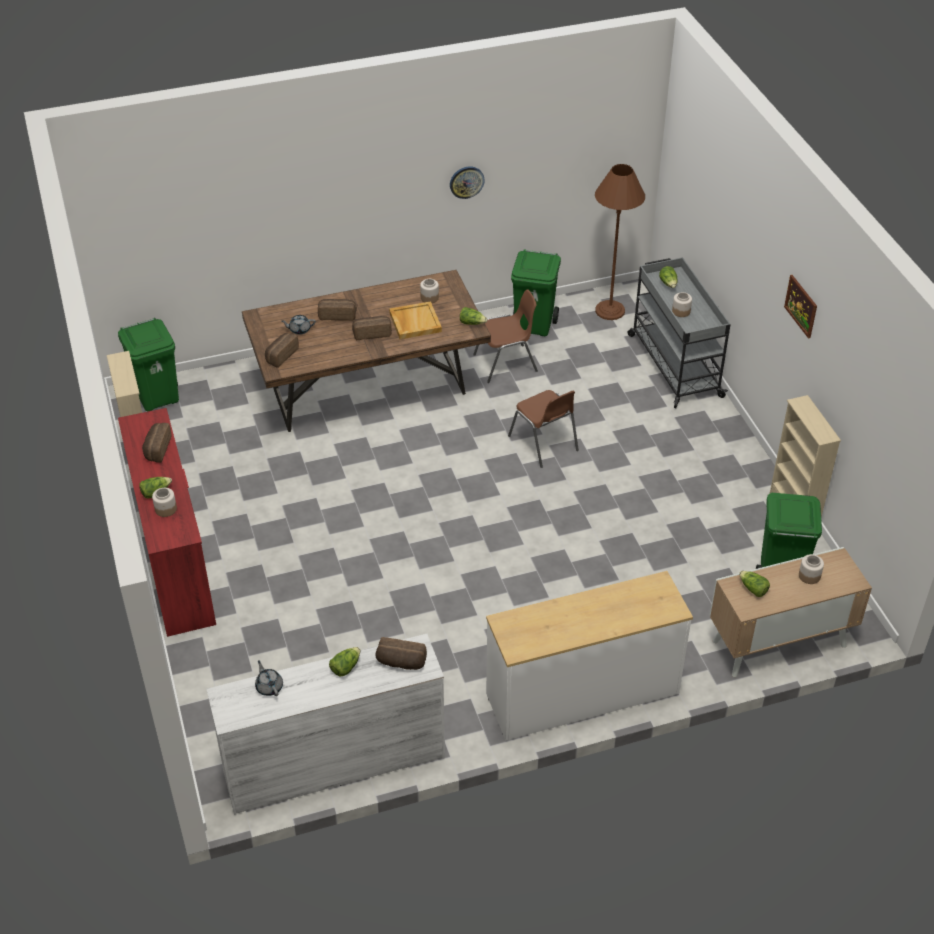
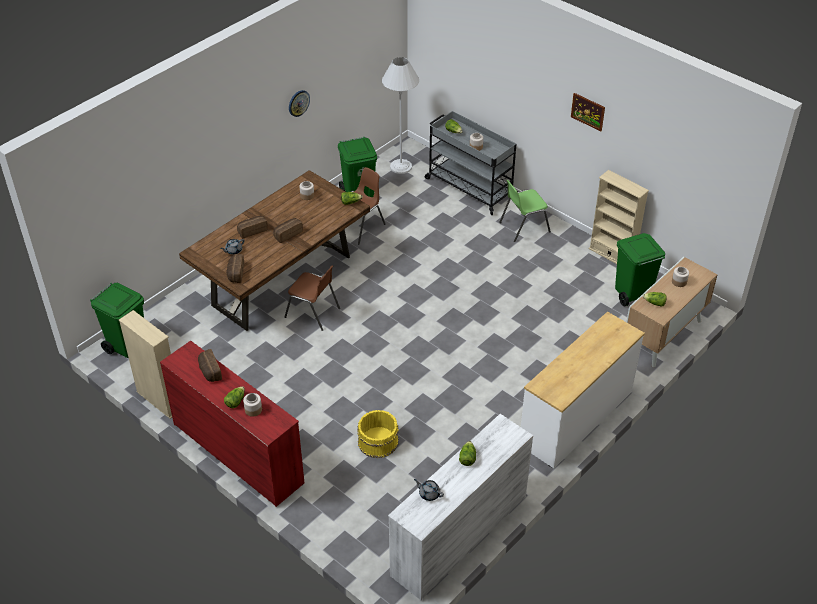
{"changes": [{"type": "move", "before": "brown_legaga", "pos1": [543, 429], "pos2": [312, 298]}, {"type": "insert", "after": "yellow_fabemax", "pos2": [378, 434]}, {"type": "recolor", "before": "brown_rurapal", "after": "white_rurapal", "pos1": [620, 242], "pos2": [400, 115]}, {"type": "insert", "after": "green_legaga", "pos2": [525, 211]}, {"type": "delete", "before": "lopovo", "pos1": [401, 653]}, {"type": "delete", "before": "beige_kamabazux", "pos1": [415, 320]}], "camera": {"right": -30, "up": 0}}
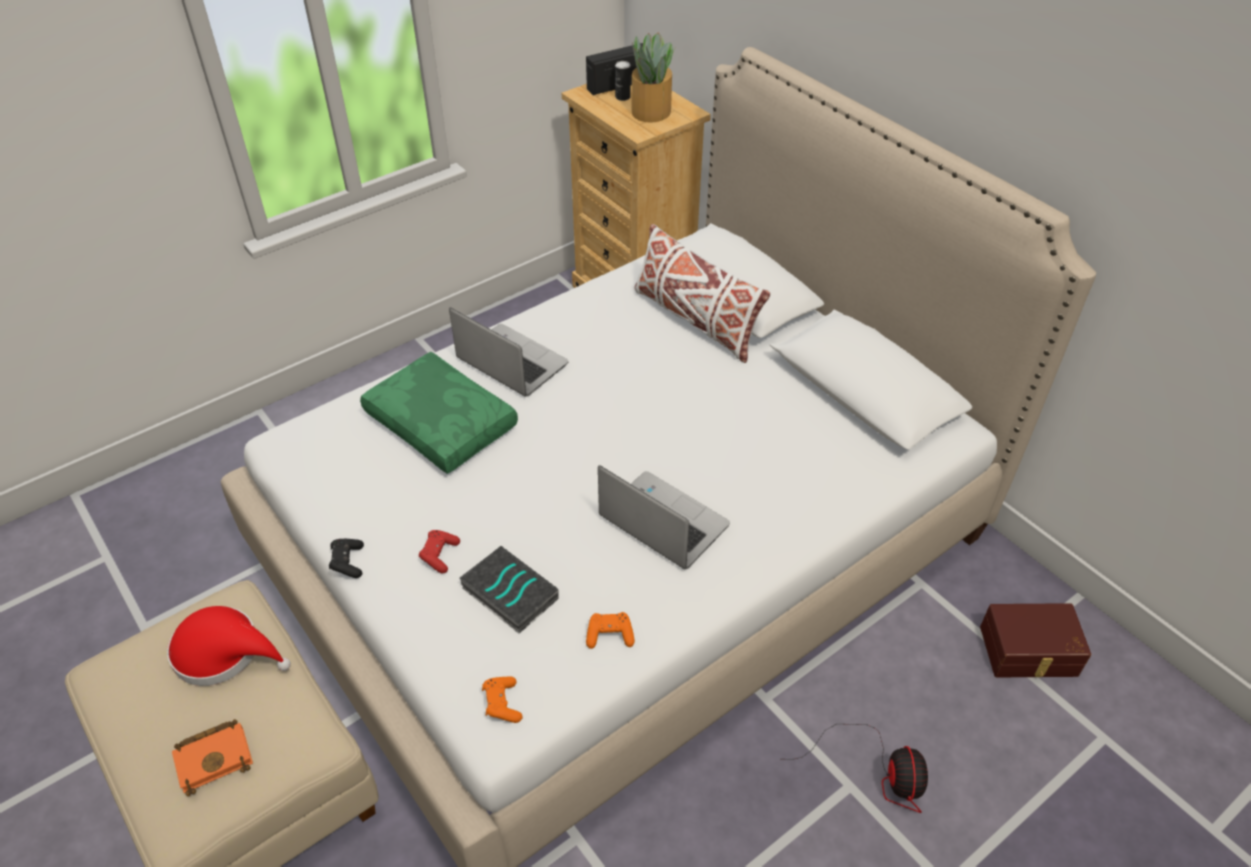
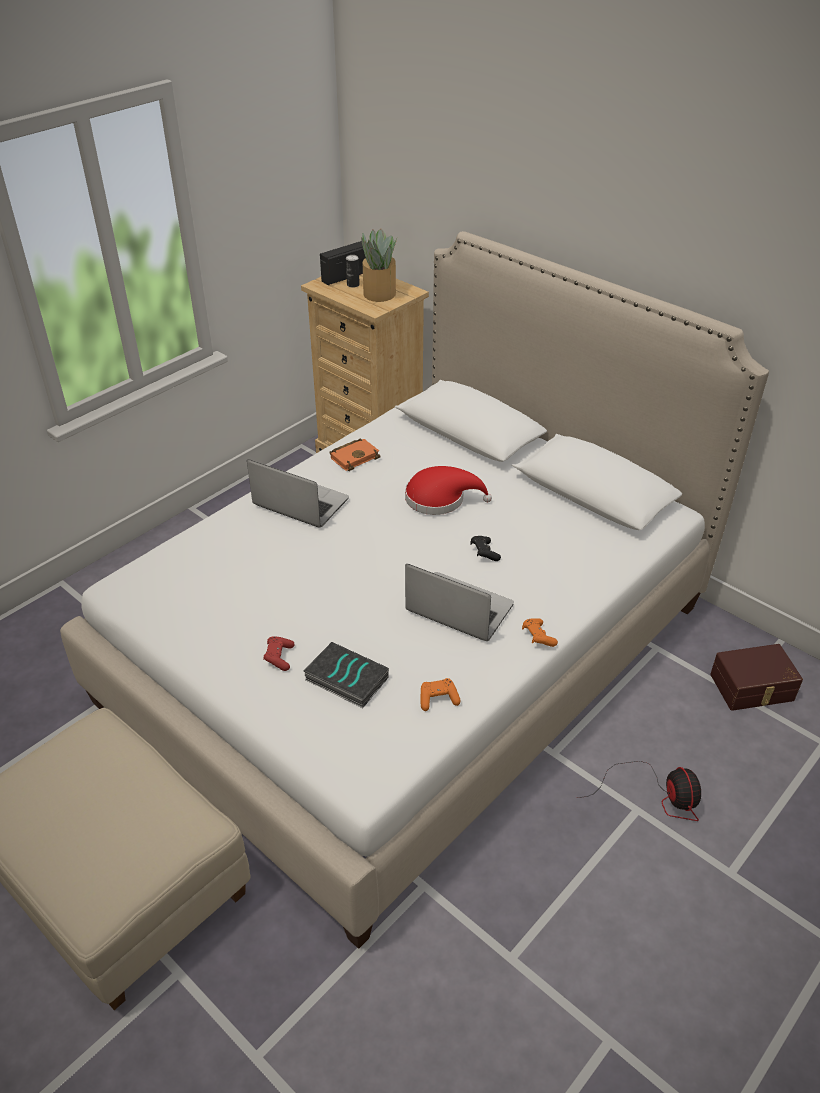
{"changes": [{"type": "move", "before": "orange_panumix", "pos1": [212, 757], "pos2": [355, 454]}, {"type": "move", "before": "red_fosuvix", "pos1": [229, 646], "pos2": [448, 490]}, {"type": "move", "before": "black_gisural", "pos1": [346, 558], "pos2": [485, 548]}, {"type": "move", "before": "orange_gisural", "pos1": [502, 700], "pos2": [540, 632]}, {"type": "delete", "before": "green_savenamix", "pos1": [439, 413]}, {"type": "delete", "before": "white_savenamix", "pos1": [703, 293]}], "camera": {"right": -10, "up": -5}}
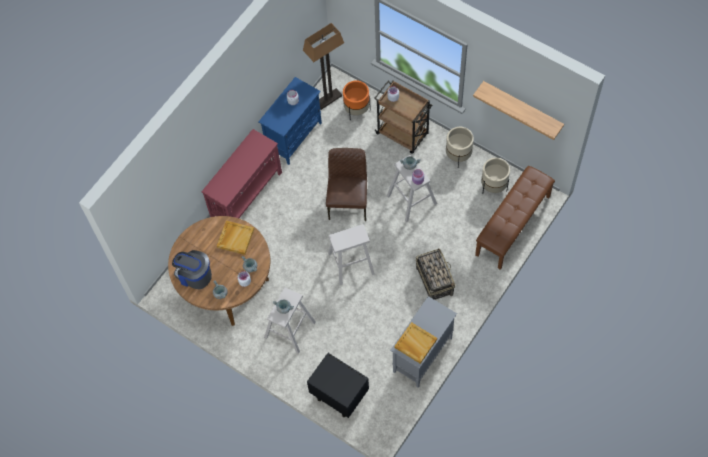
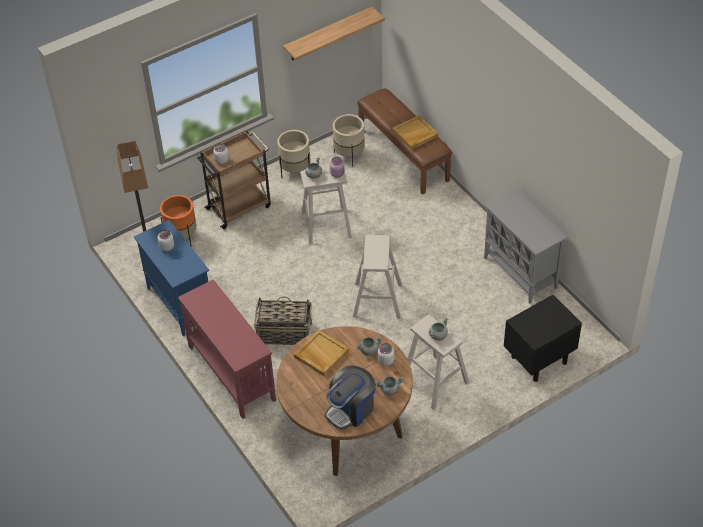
{"changes": [{"type": "move", "before": "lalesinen", "pos1": [436, 274], "pos2": [283, 320]}, {"type": "move", "before": "beige_kamabazux", "pos1": [415, 343], "pos2": [415, 132]}, {"type": "delete", "before": "brown_legaga", "pos1": [346, 184]}], "camera": {"right": -70, "up": -15}}
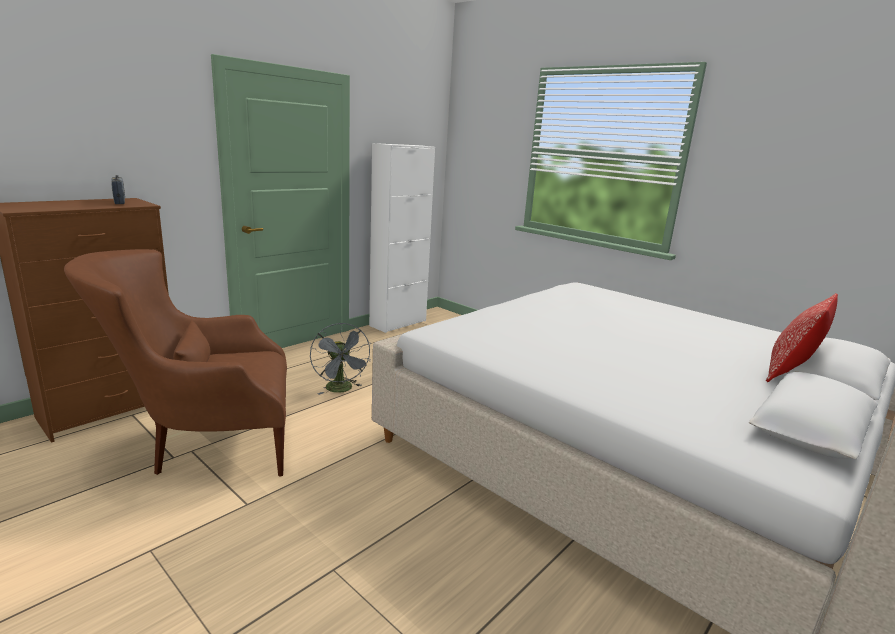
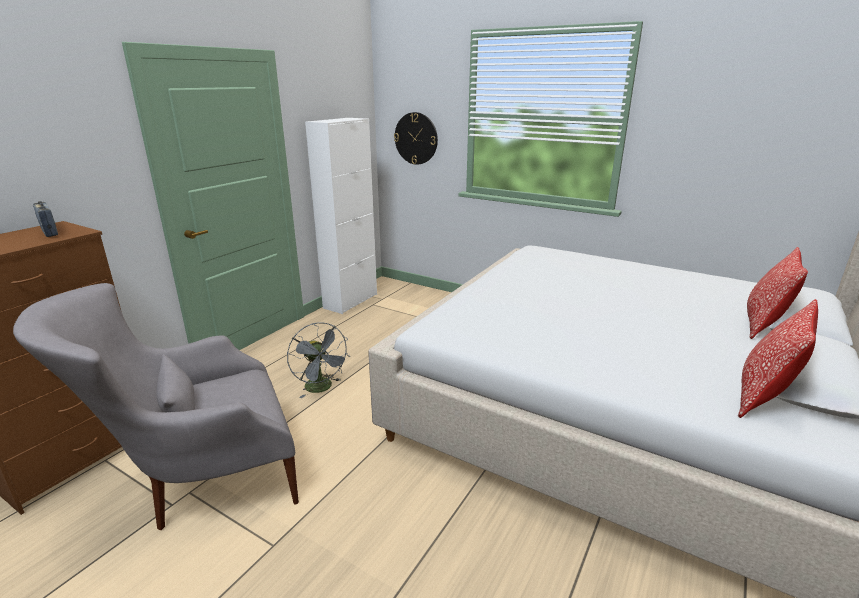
{"changes": [{"type": "recolor", "before": "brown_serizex", "after": "grey_serizex", "pos1": [175, 363], "pos2": [156, 406]}, {"type": "insert", "after": "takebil", "pos2": [416, 138]}, {"type": "insert", "after": "savenamix", "pos2": [778, 358]}], "camera": {"right": -10, "up": 5}}
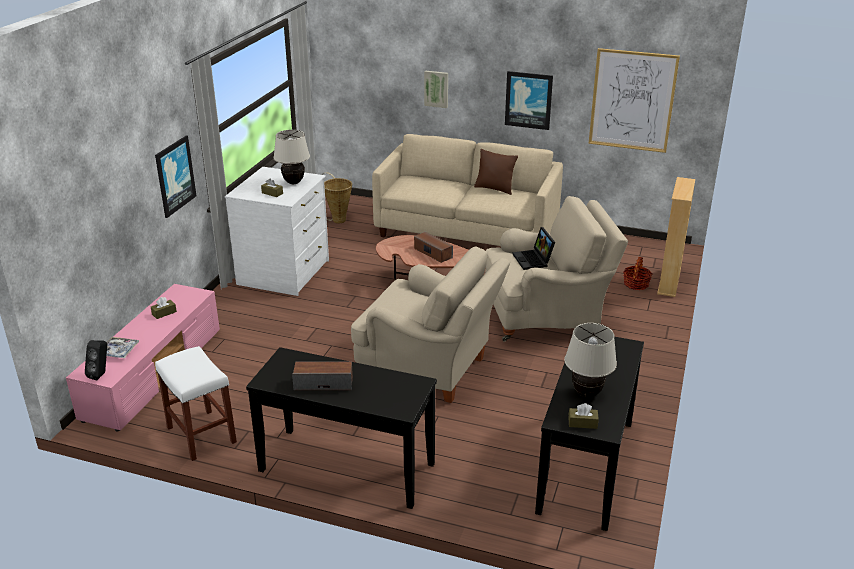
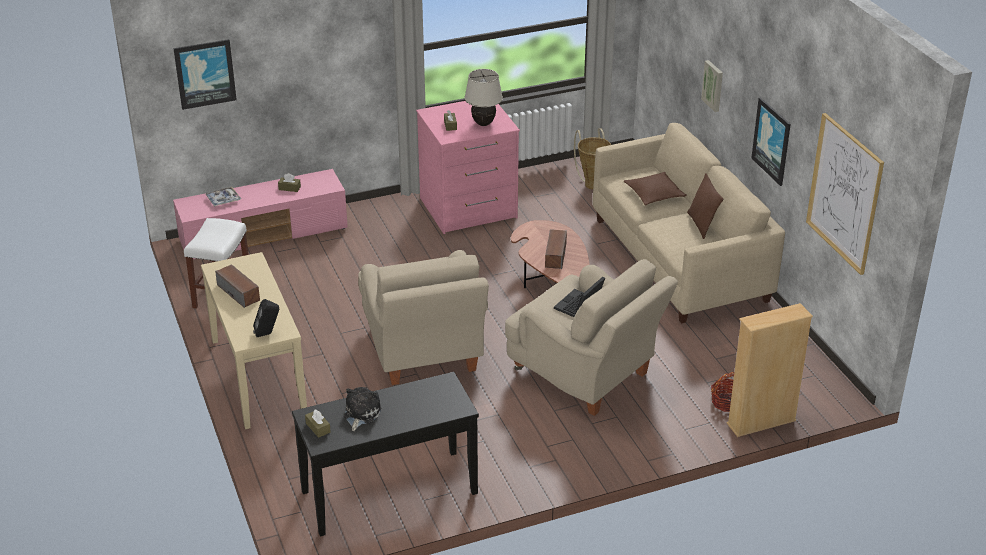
{"changes": [{"type": "move", "before": "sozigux", "pos1": [175, 176], "pos2": [205, 74]}, {"type": "recolor", "before": "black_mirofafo", "after": "beige_mirofafo", "pos1": [341, 428], "pos2": [254, 340]}, {"type": "move", "before": "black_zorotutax", "pos1": [96, 360], "pos2": [266, 318]}, {"type": "replace", "before": "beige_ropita", "after": "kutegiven", "pos1": [590, 360], "pos2": [363, 409]}, {"type": "recolor", "before": "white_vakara", "after": "pink_vakara", "pos1": [277, 231], "pos2": [468, 167]}, {"type": "insert", "after": "brown_savenamix", "pos2": [655, 188]}], "camera": {"right": 50, "up": 5}}
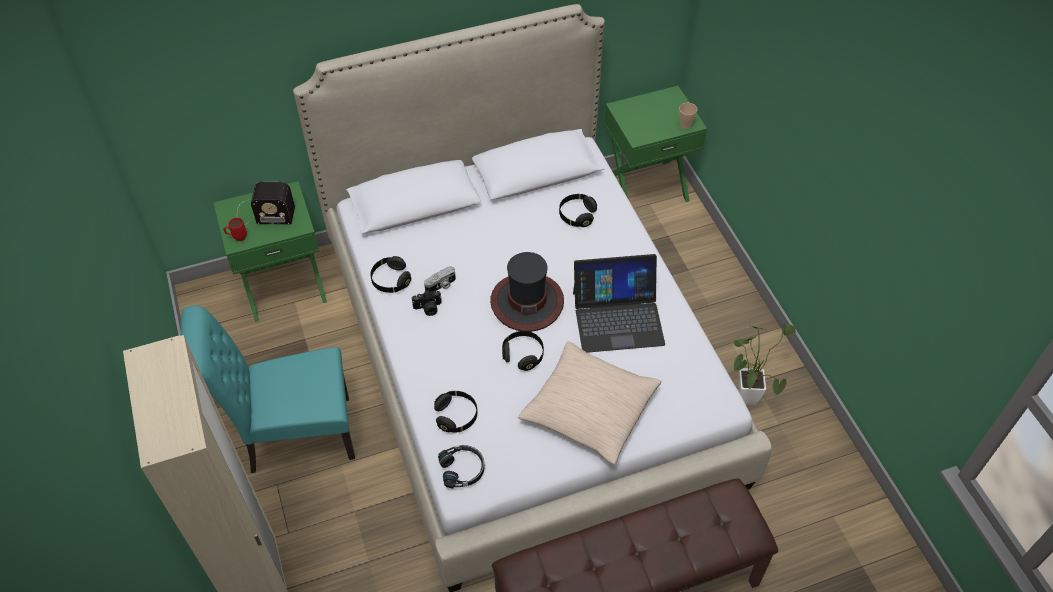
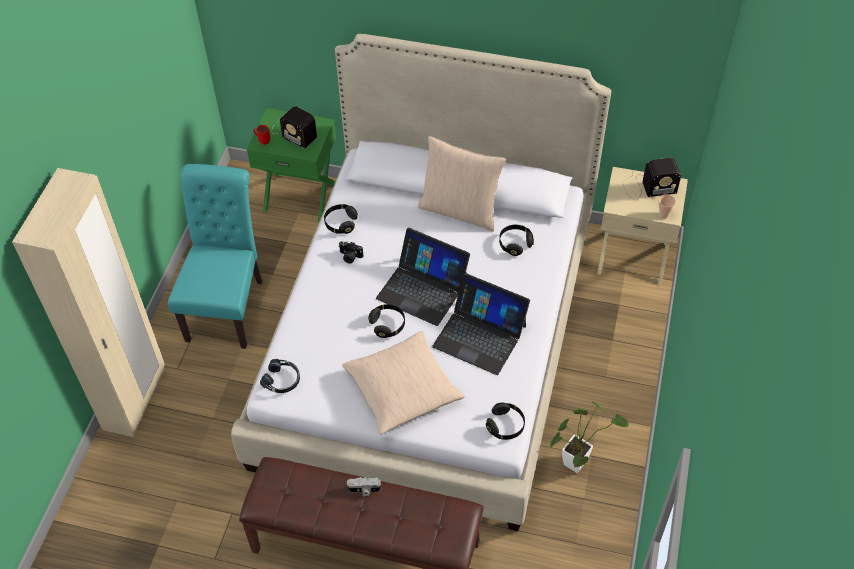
{"changes": [{"type": "rotate", "before": "turquoise_legaga", "pos1": [268, 389], "pos2": [215, 256], "turn": 75}, {"type": "move", "before": "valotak", "pos1": [440, 279], "pos2": [364, 486]}, {"type": "replace", "before": "fosuvix", "after": "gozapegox", "pos1": [527, 292], "pos2": [423, 277]}, {"type": "insert", "after": "beige_savenamix", "pos2": [462, 183]}, {"type": "move", "before": "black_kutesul", "pos1": [455, 412], "pos2": [505, 421]}, {"type": "recolor", "before": "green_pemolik", "after": "beige_pemolik", "pos1": [655, 144], "pos2": [642, 226]}, {"type": "insert", "after": "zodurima", "pos2": [652, 179]}], "camera": {"right": 35, "up": 0}}
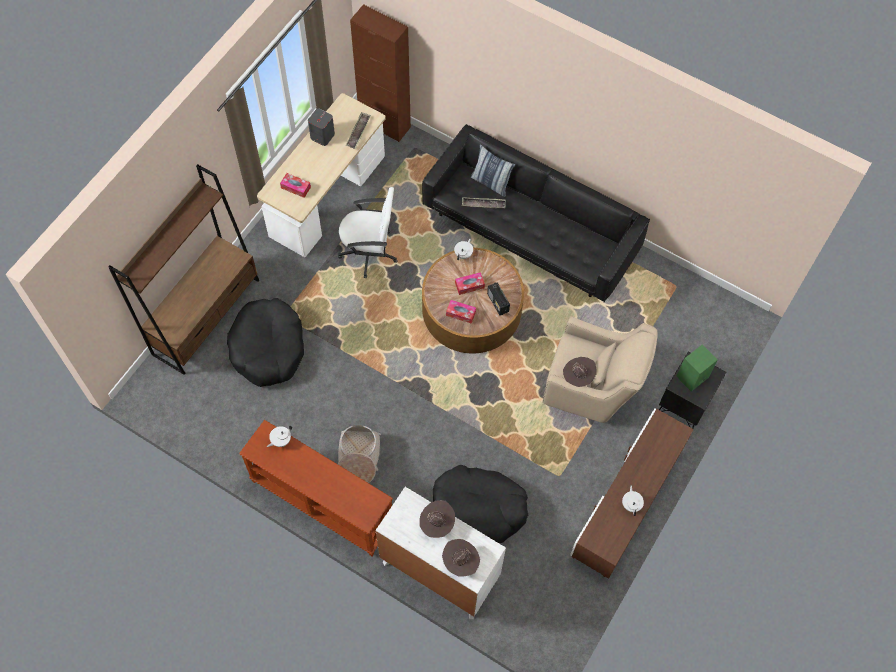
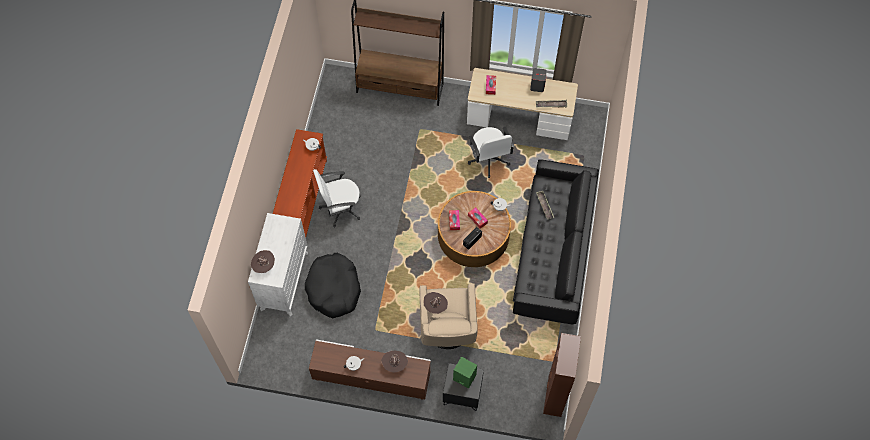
{"changes": [{"type": "replace", "before": "lalesinen", "after": "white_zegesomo", "pos1": [359, 454], "pos2": [336, 198]}, {"type": "move", "before": "brown_fosuvix", "pos1": [437, 519], "pos2": [394, 362]}, {"type": "move", "before": "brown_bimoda", "pos1": [380, 73], "pos2": [562, 375]}, {"type": "delete", "before": "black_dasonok", "pos1": [265, 342]}, {"type": "delete", "before": "savenamix", "pos1": [493, 170]}], "camera": {"right": 70, "up": 0}}
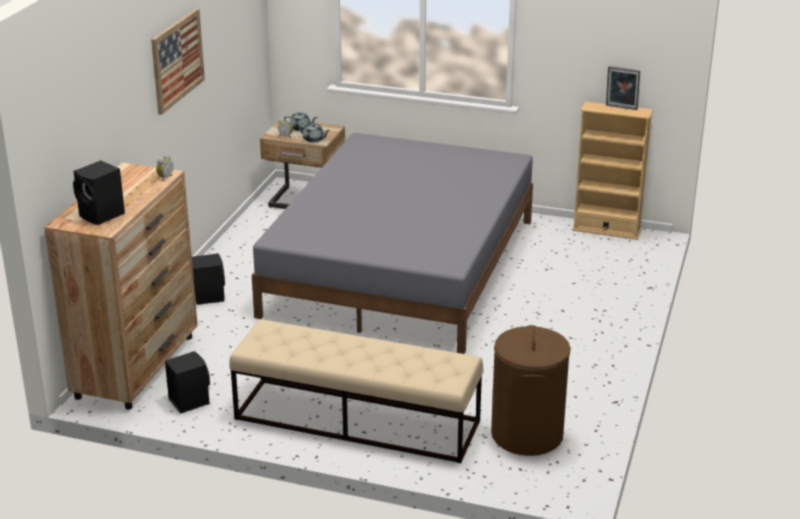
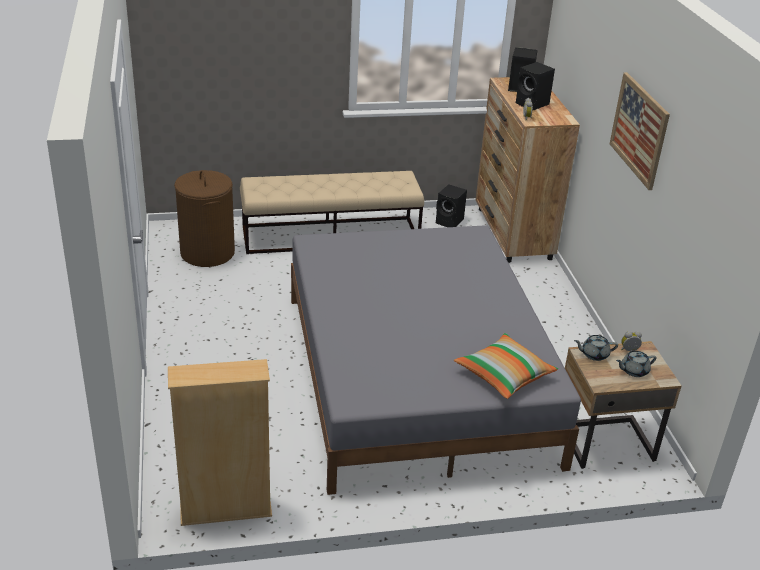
{"changes": [{"type": "insert", "after": "savenamix", "pos2": [506, 366]}, {"type": "move", "before": "black_zorotutax", "pos1": [208, 279], "pos2": [535, 86]}, {"type": "delete", "before": "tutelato", "pos1": [623, 88]}], "camera": {"right": 150, "up": 5}}
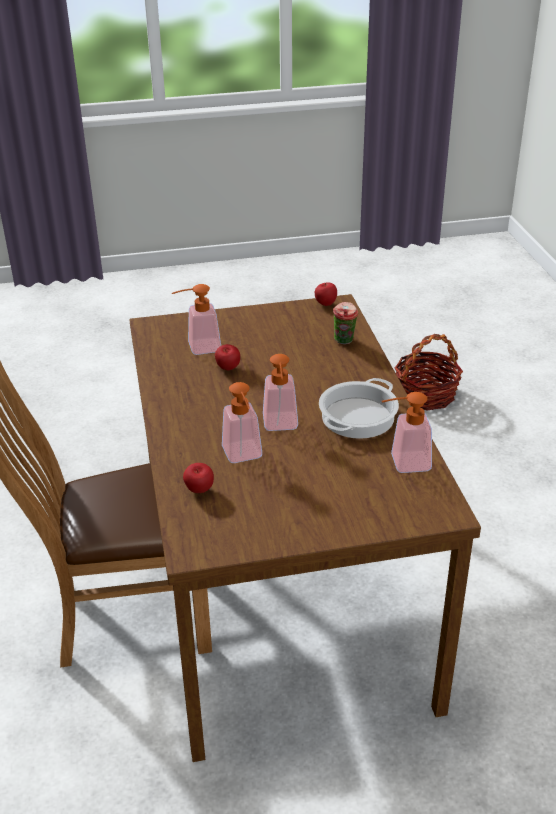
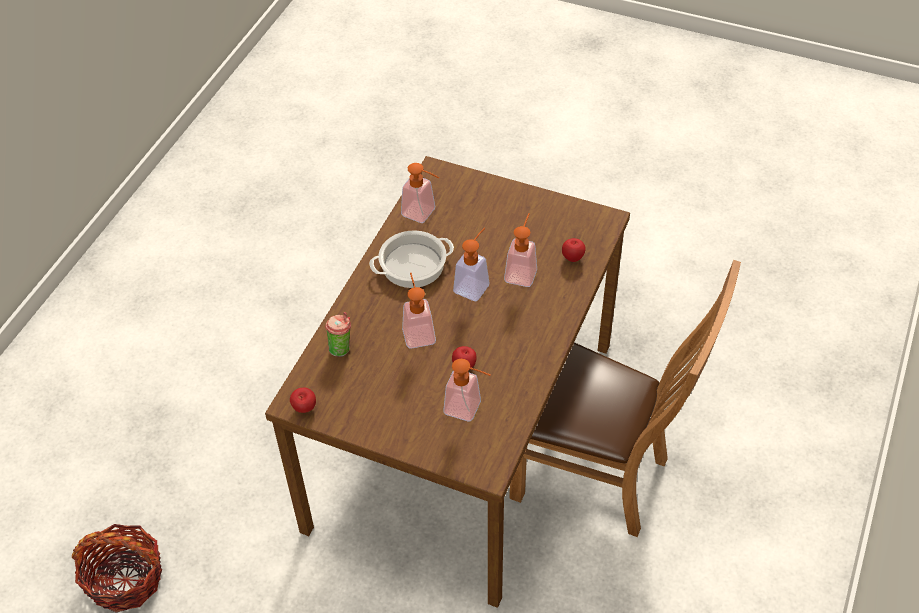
{"changes": [{"type": "insert", "after": "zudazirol", "pos2": [419, 310]}], "camera": {"right": -145, "up": 15}}
